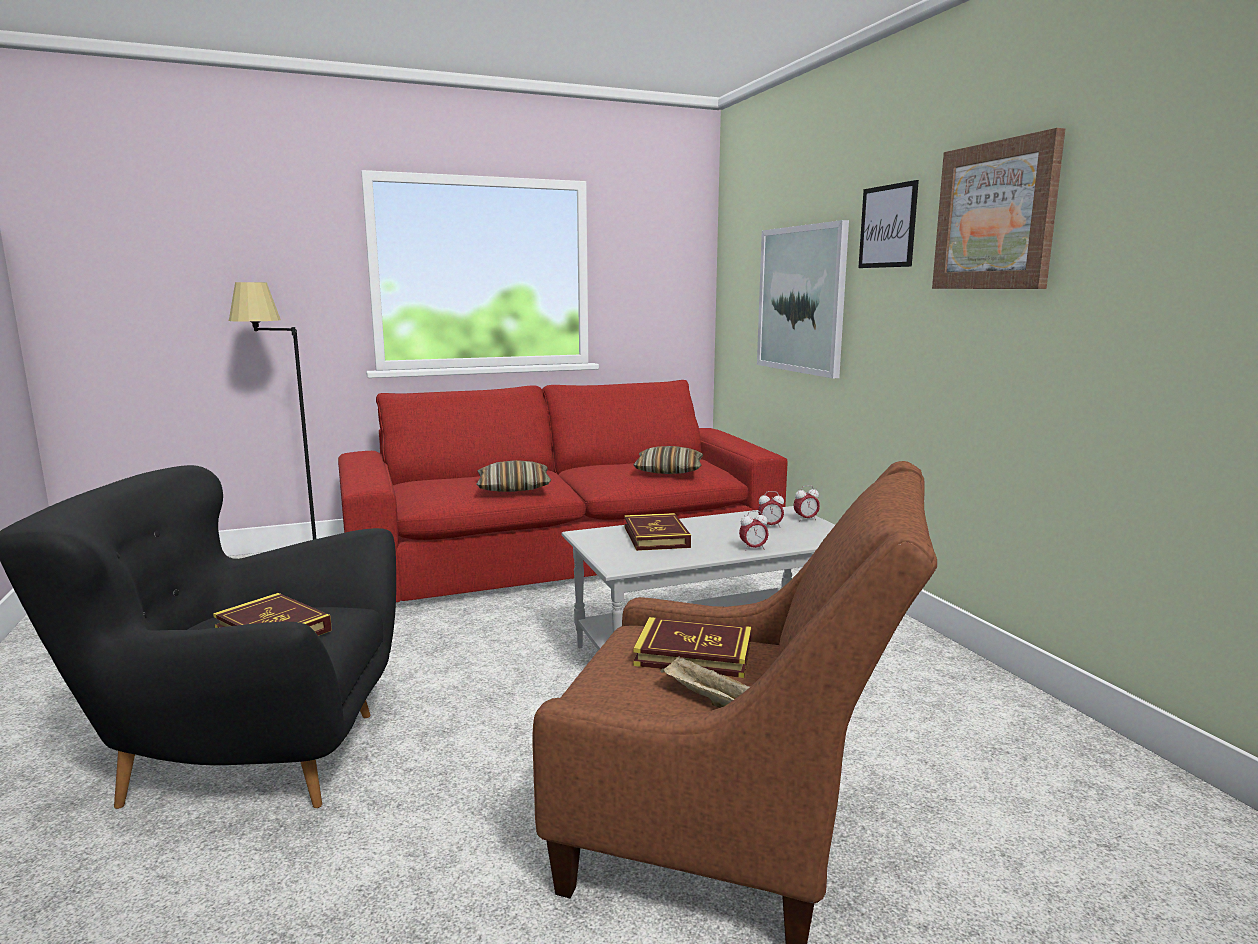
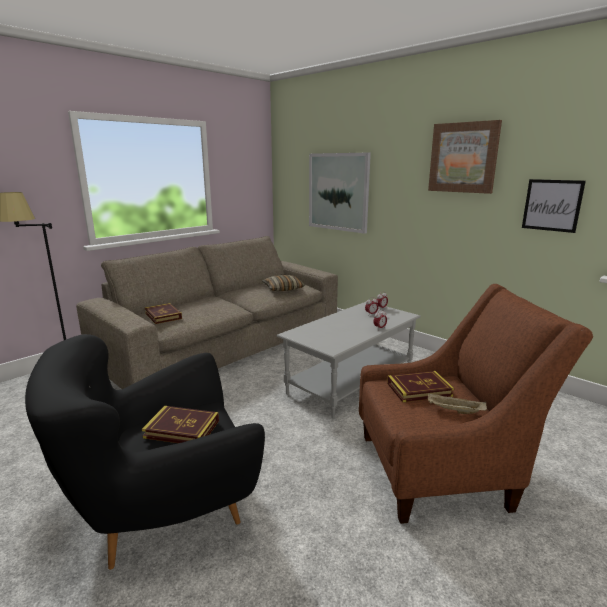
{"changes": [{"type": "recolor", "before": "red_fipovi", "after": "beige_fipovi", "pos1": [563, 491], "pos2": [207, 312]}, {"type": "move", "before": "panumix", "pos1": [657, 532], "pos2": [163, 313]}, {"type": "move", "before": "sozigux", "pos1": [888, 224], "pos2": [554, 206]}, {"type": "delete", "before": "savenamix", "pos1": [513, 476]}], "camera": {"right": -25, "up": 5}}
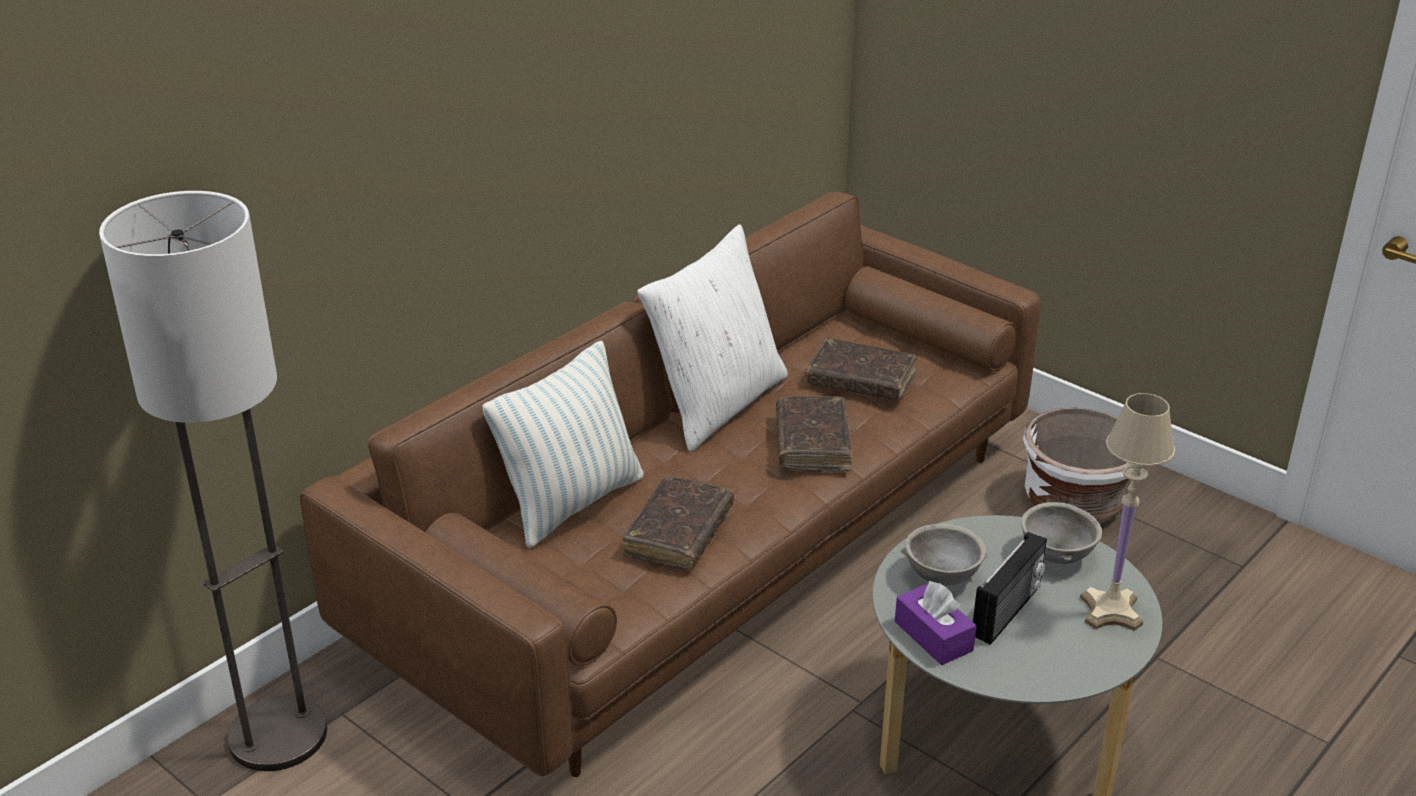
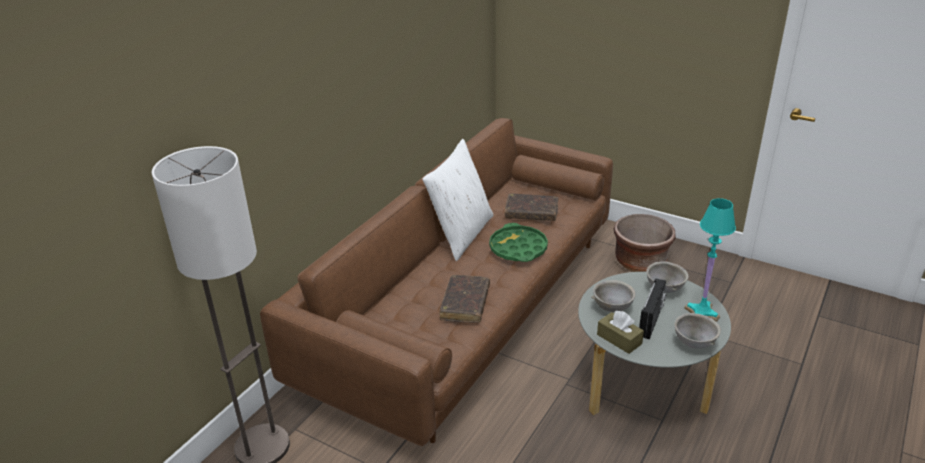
{"changes": [{"type": "replace", "before": "brown_panumix", "after": "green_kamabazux", "pos1": [814, 433], "pos2": [518, 242]}, {"type": "recolor", "before": "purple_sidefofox", "after": "brown_sidefofox", "pos1": [936, 623], "pos2": [620, 332]}, {"type": "recolor", "before": "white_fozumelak", "after": "brown_fozumelak", "pos1": [1077, 466], "pos2": [645, 243]}, {"type": "insert", "after": "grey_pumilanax", "pos2": [698, 331]}, {"type": "recolor", "before": "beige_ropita", "after": "turquoise_ropita", "pos1": [1127, 512], "pos2": [710, 260]}, {"type": "delete", "before": "savenamix", "pos1": [563, 444]}], "camera": {"right": -10, "up": 0}}
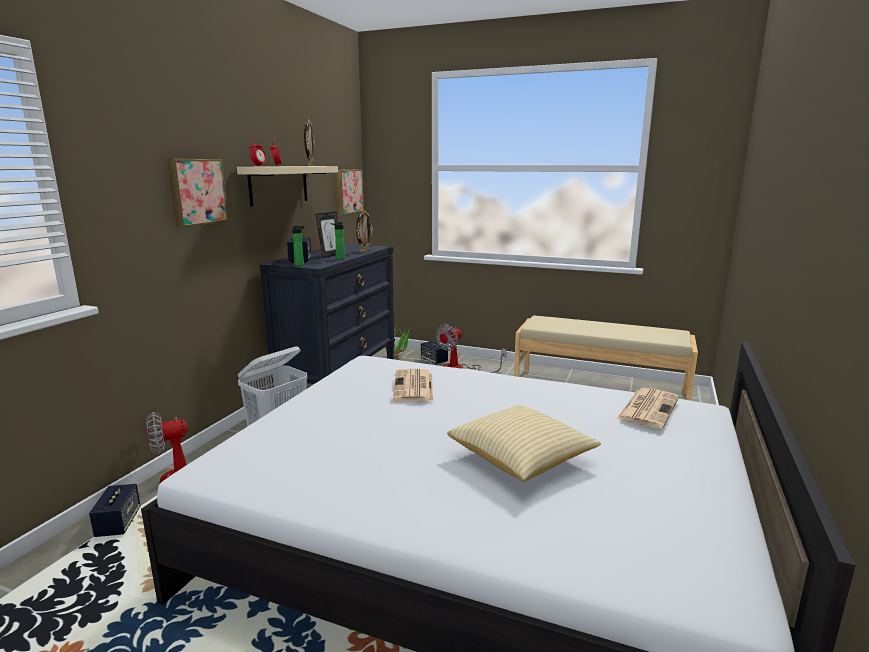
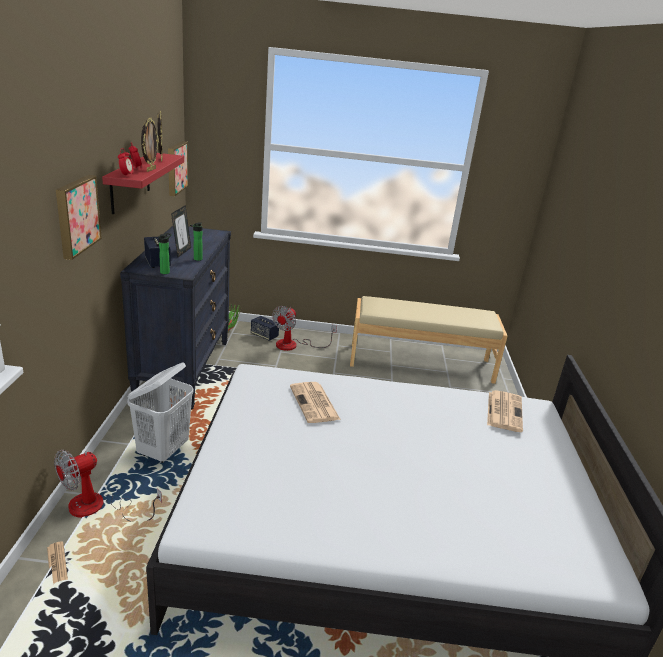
{"changes": [{"type": "replace", "before": "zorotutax", "after": "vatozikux", "pos1": [115, 510], "pos2": [57, 562]}, {"type": "recolor", "before": "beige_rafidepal", "after": "red_rafidepal", "pos1": [287, 186], "pos2": [143, 183]}, {"type": "move", "before": "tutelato", "pos1": [364, 232], "pos2": [150, 145]}, {"type": "delete", "before": "savenamix", "pos1": [524, 443]}], "camera": {"right": -20, "up": 10}}
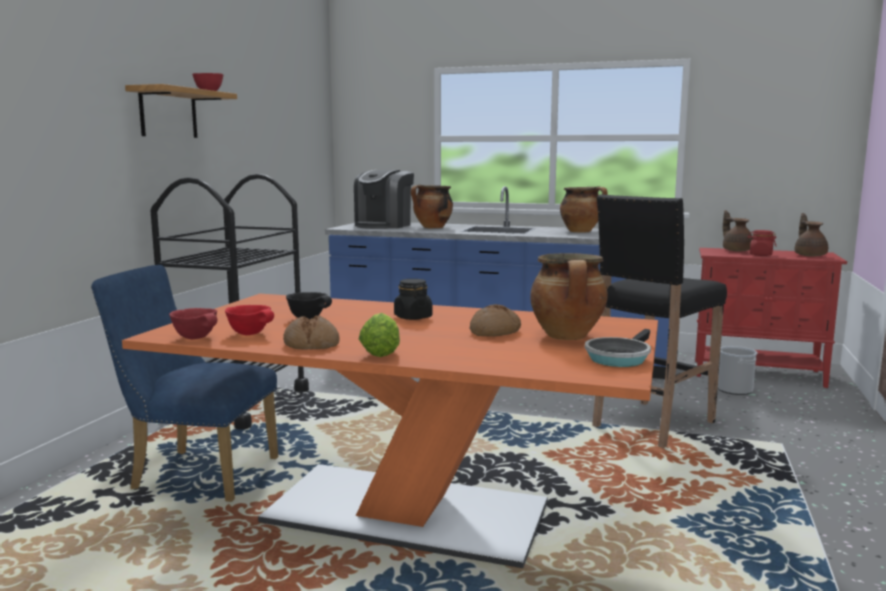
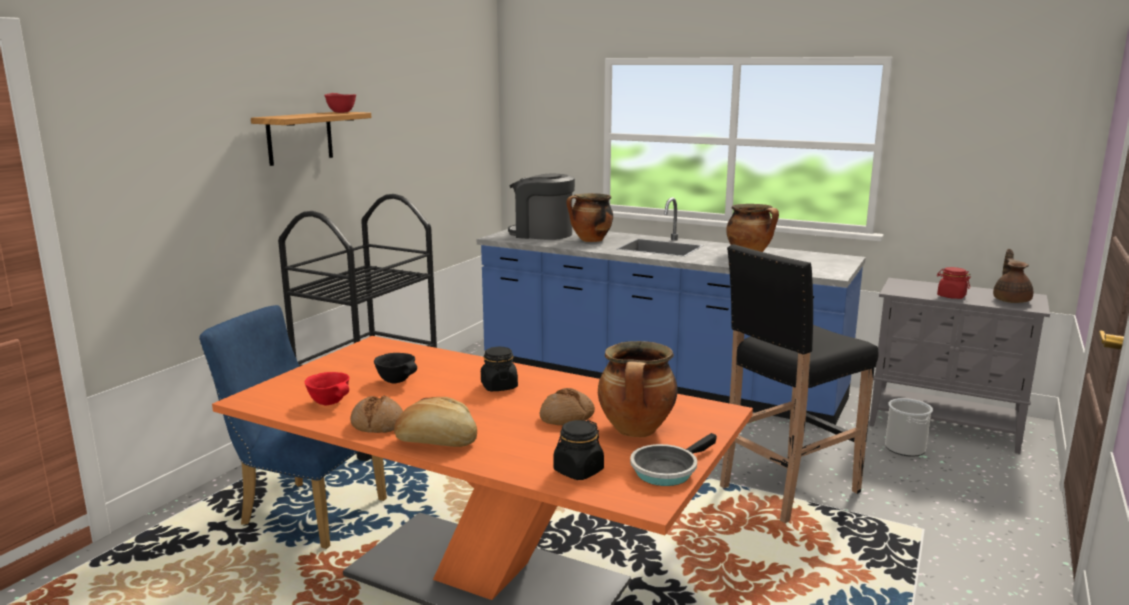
{"changes": [{"type": "replace", "before": "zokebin", "after": "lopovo", "pos1": [379, 335], "pos2": [435, 422]}, {"type": "rotate", "before": "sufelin", "pos1": [384, 199], "pos2": [541, 207], "turn": 75}, {"type": "insert", "after": "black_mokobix", "pos2": [578, 450]}, {"type": "recolor", "before": "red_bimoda", "after": "grey_bimoda", "pos1": [771, 318], "pos2": [959, 366]}, {"type": "delete", "before": "red_pumilanax", "pos1": [193, 323]}, {"type": "delete", "before": "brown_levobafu", "pos1": [738, 231]}], "camera": {"right": 10, "up": 5}}
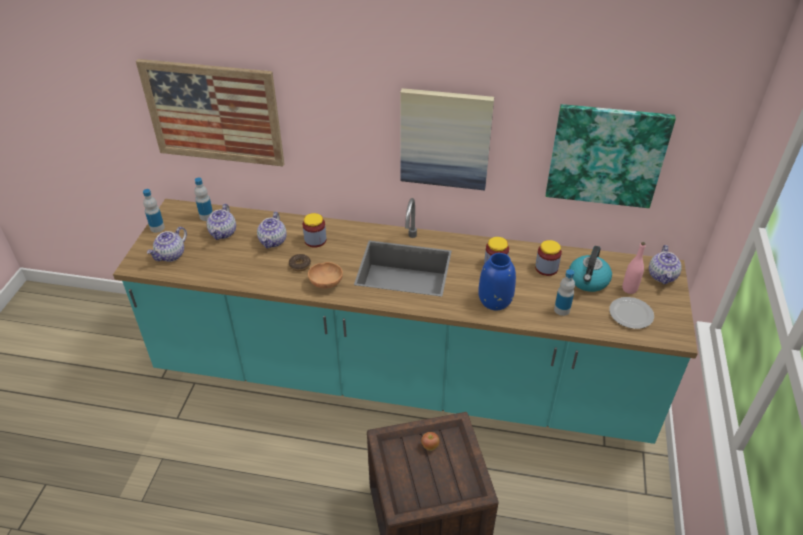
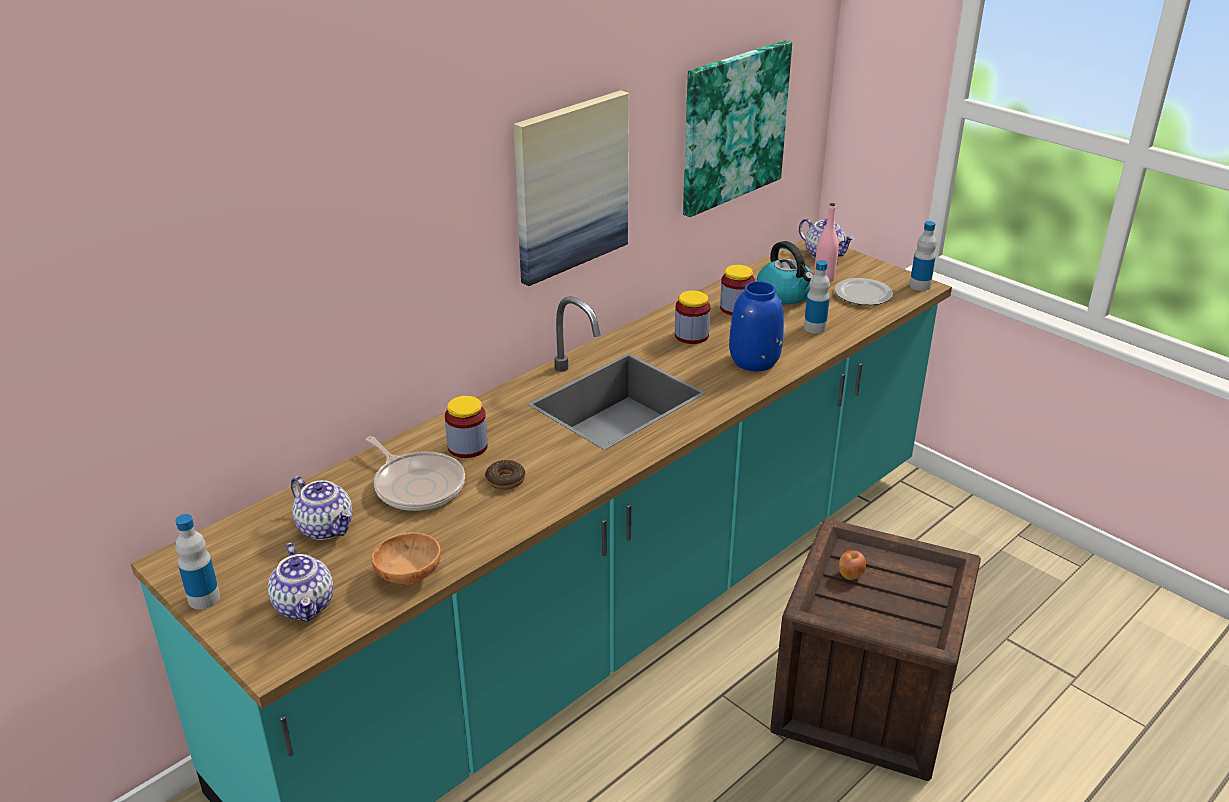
{"changes": [{"type": "replace", "before": "levobafu", "after": "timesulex", "pos1": [272, 230], "pos2": [415, 473]}, {"type": "move", "before": "brown_pumilanax", "pos1": [325, 275], "pos2": [406, 558]}, {"type": "move", "before": "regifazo", "pos1": [204, 199], "pos2": [923, 256]}, {"type": "delete", "before": "sozigux", "pos1": [210, 112]}], "camera": {"right": -55, "up": -10}}
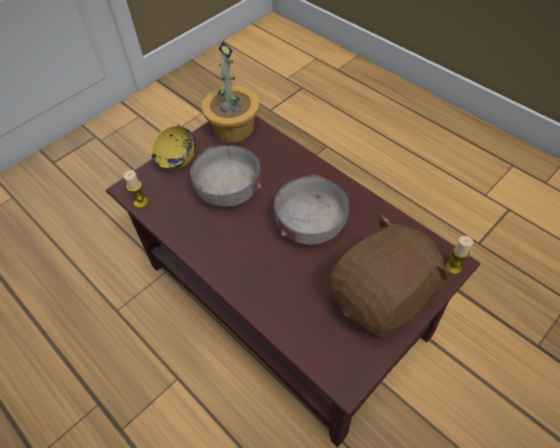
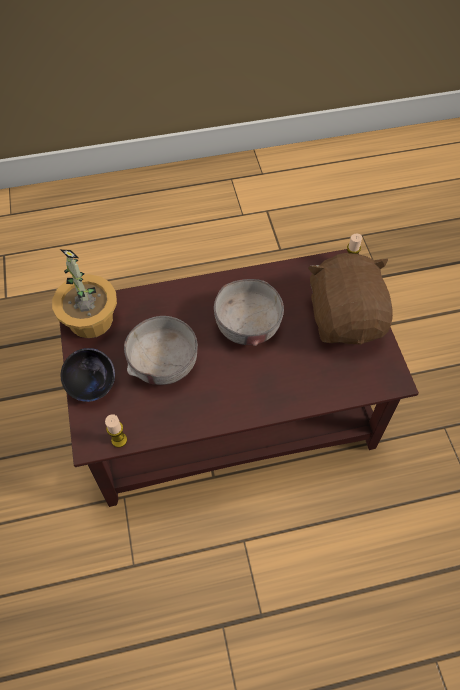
{"changes": [{"type": "recolor", "before": "yellow_pumilanax", "after": "black_pumilanax", "pos1": [173, 147], "pos2": [88, 375]}], "camera": {"right": -60, "up": 5}}
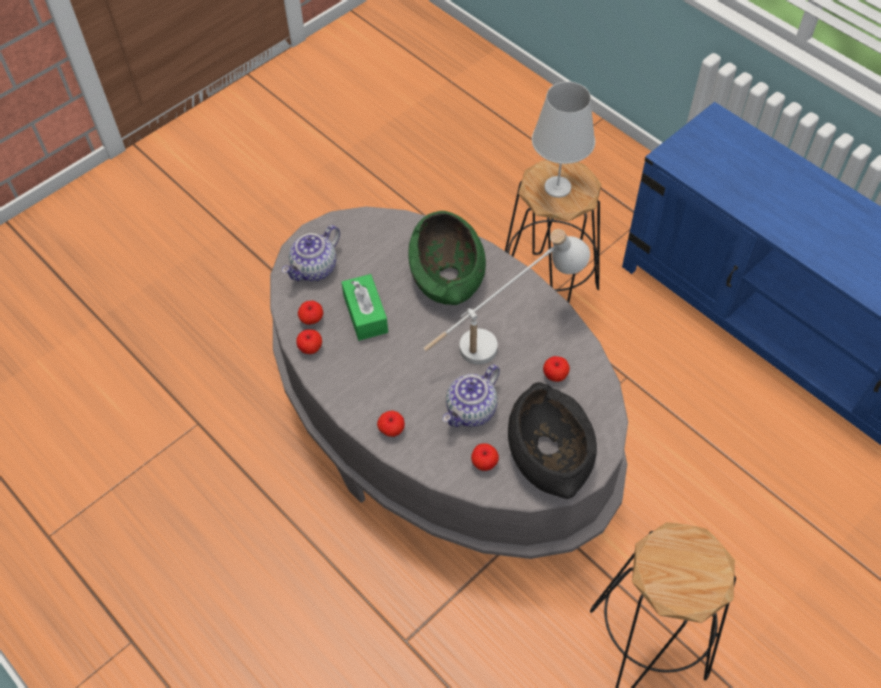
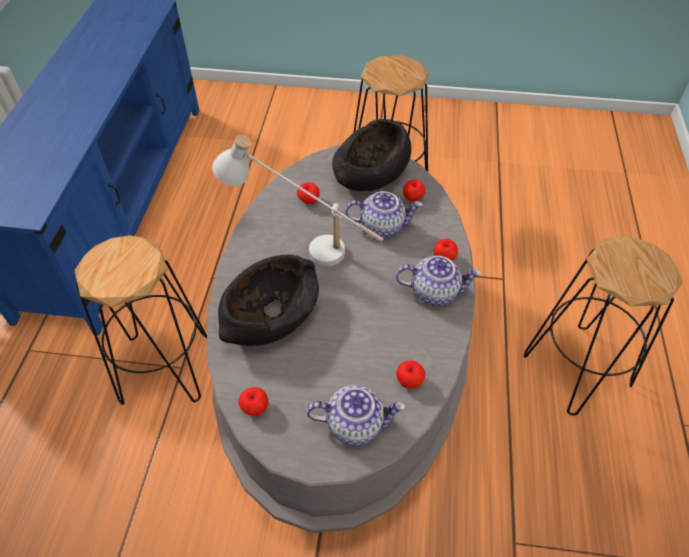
{"changes": [{"type": "recolor", "before": "green_pumilanax", "after": "black_pumilanax", "pos1": [447, 258], "pos2": [268, 300]}, {"type": "move", "before": "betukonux", "pos1": [309, 341], "pos2": [253, 401]}, {"type": "insert", "after": "levobafu", "pos2": [438, 281]}, {"type": "insert", "after": "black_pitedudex", "pos2": [603, 326]}, {"type": "delete", "before": "green_sidefofox", "pos1": [364, 307]}, {"type": "delete", "before": "white_ropita", "pos1": [563, 140]}], "camera": {"right": -130, "up": -5}}
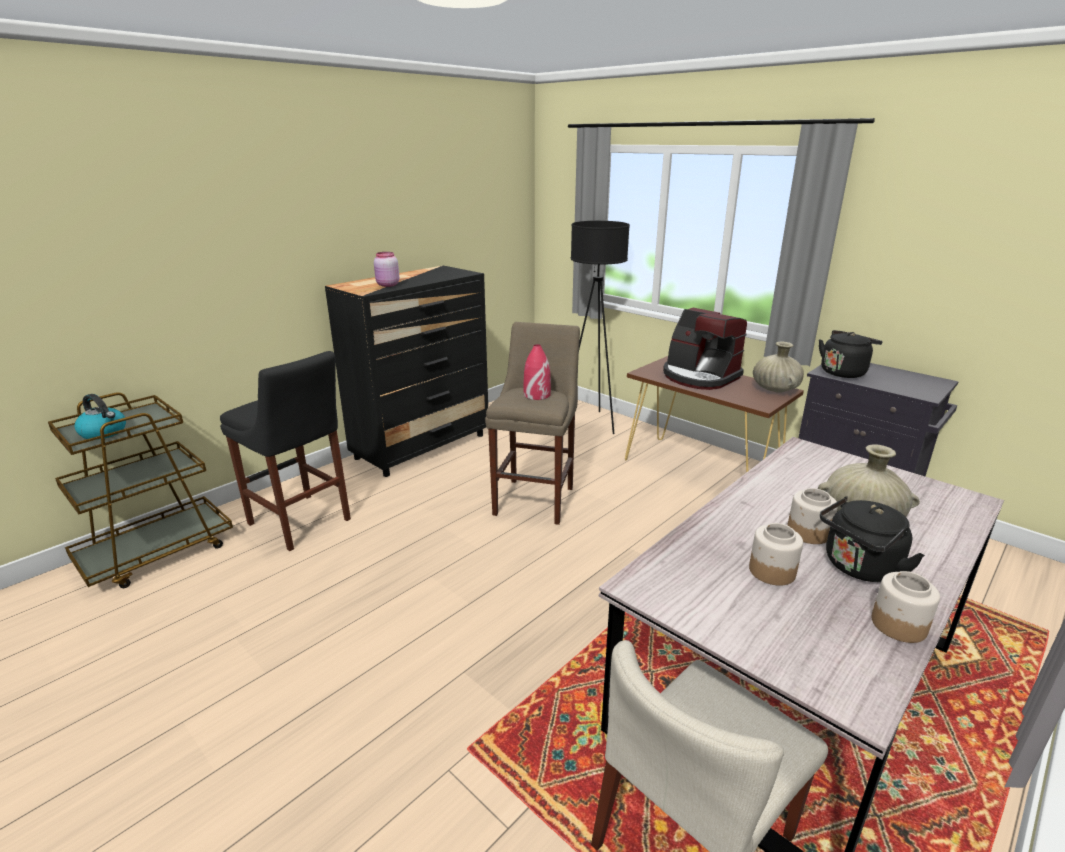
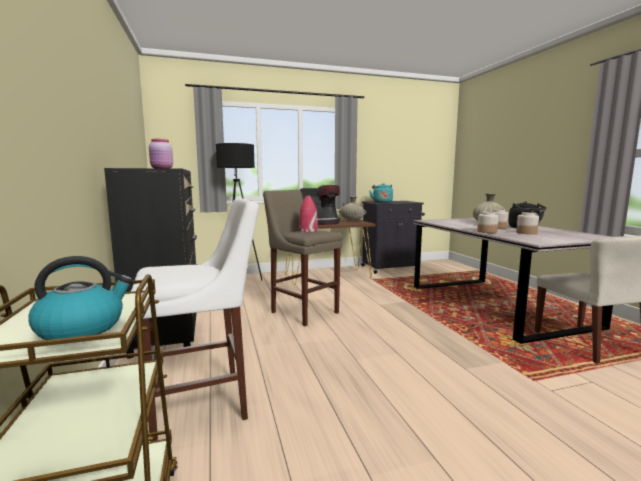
{"changes": [{"type": "recolor", "before": "black_pitedudex", "after": "white_pitedudex", "pos1": [285, 451], "pos2": [195, 320]}, {"type": "recolor", "before": "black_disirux", "after": "turquoise_disirux", "pos1": [851, 354], "pos2": [381, 193]}, {"type": "move", "before": "mokobix", "pos1": [905, 607], "pos2": [488, 222]}], "camera": {"right": -60, "up": -15}}
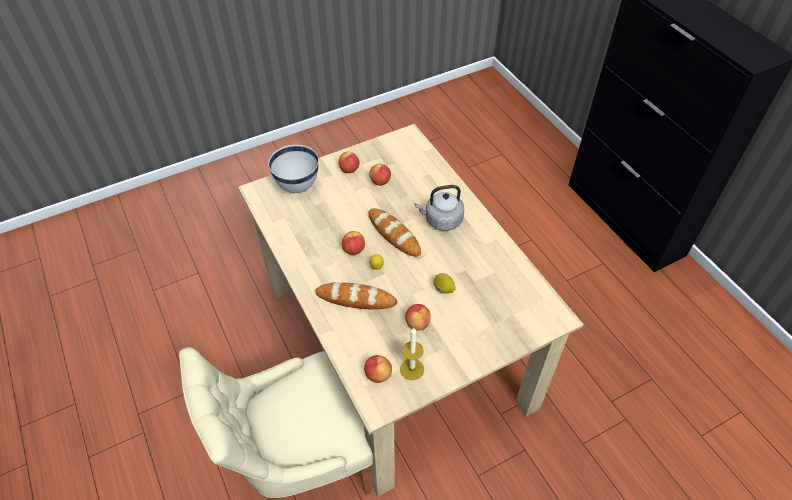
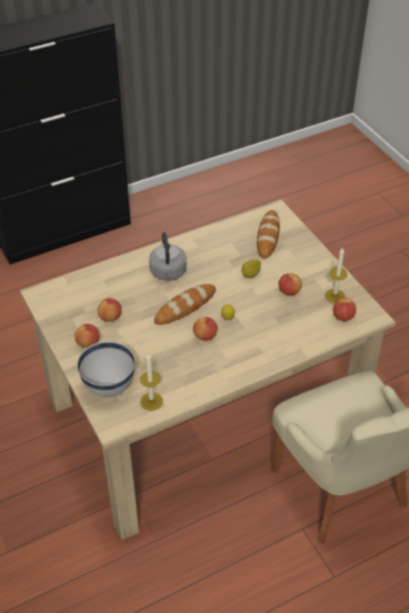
{"changes": [{"type": "insert", "after": "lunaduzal", "pos2": [151, 382]}, {"type": "move", "before": "lopovo", "pos1": [356, 295], "pos2": [268, 234]}], "camera": {"right": -90, "up": -5}}
